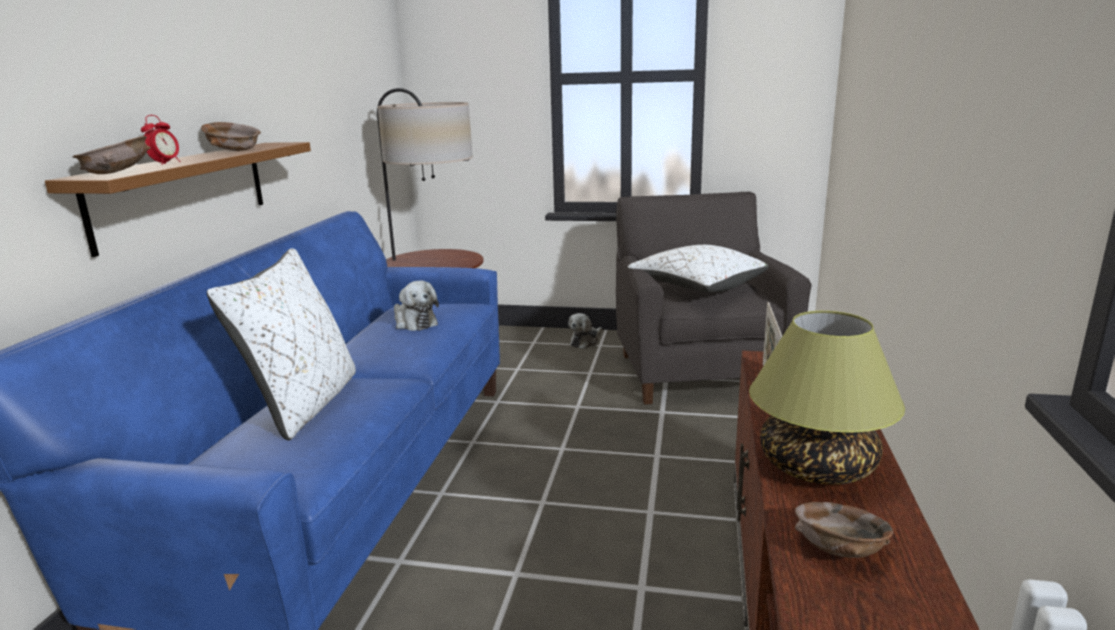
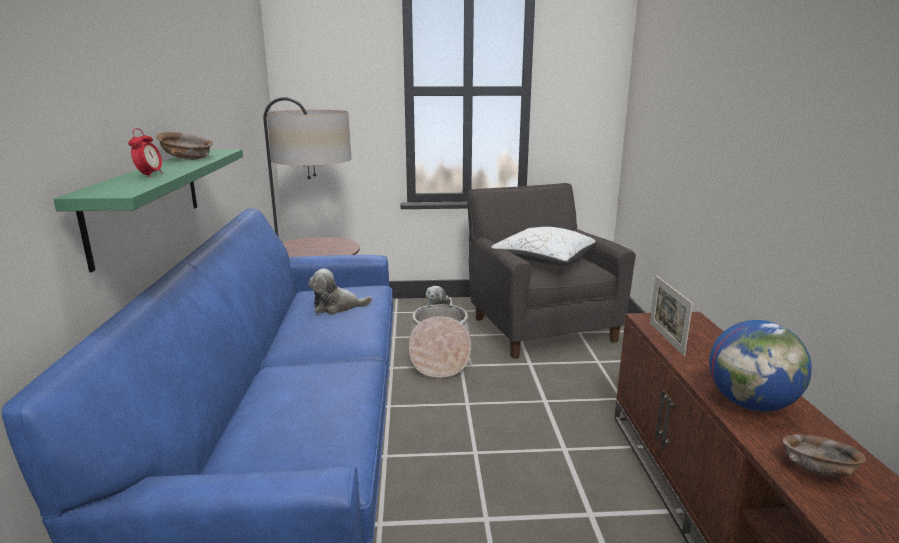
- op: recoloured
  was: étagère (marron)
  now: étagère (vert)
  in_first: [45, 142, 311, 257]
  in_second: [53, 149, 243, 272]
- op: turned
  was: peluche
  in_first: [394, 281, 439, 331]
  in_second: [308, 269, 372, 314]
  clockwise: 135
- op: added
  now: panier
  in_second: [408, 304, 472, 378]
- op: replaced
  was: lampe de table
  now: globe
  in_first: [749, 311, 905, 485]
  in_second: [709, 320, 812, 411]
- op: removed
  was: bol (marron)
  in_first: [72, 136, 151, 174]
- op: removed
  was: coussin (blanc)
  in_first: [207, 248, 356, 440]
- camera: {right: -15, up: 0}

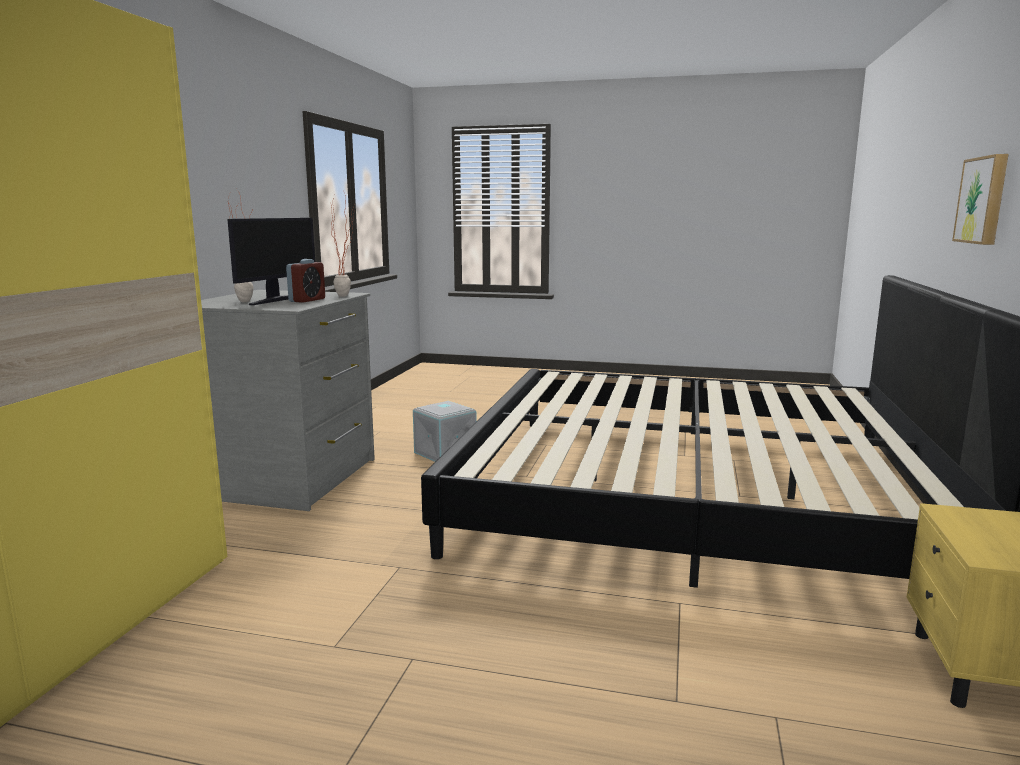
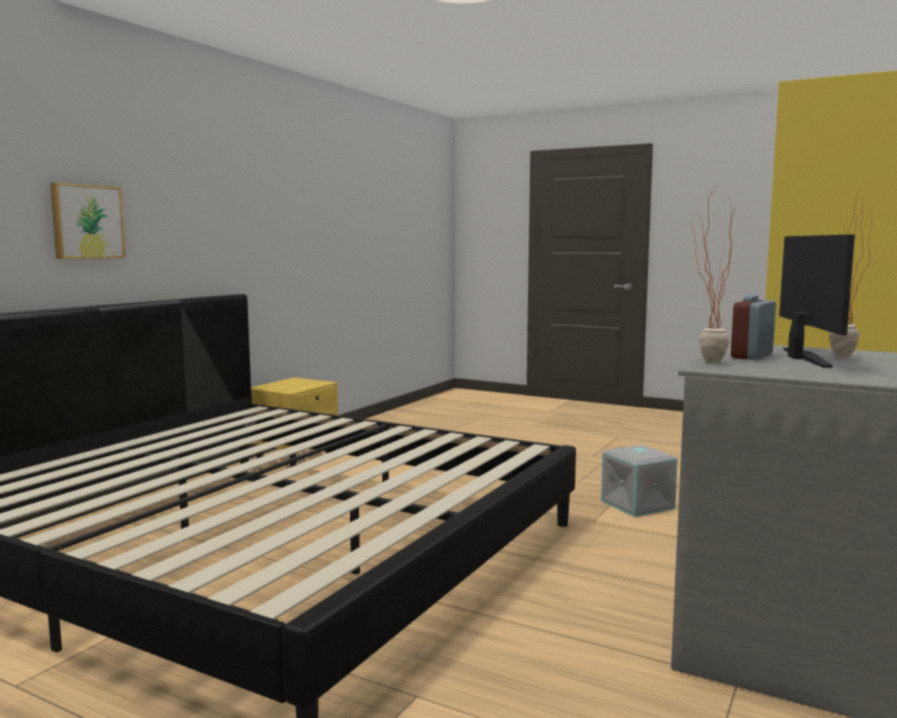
- op: moved
  was: boîte de rangement (gris)
  in_first: [413, 401, 476, 462]
  in_second: [601, 445, 678, 517]
- op: turned
  was: écran d'ordinateur
  in_first: [227, 218, 315, 305]
  in_second: [779, 235, 855, 368]
  clockwise: 150
- camera: {right: -165, up: -5}

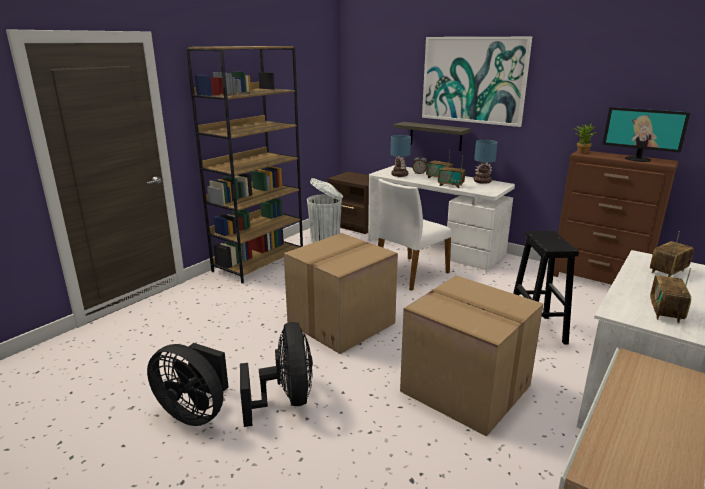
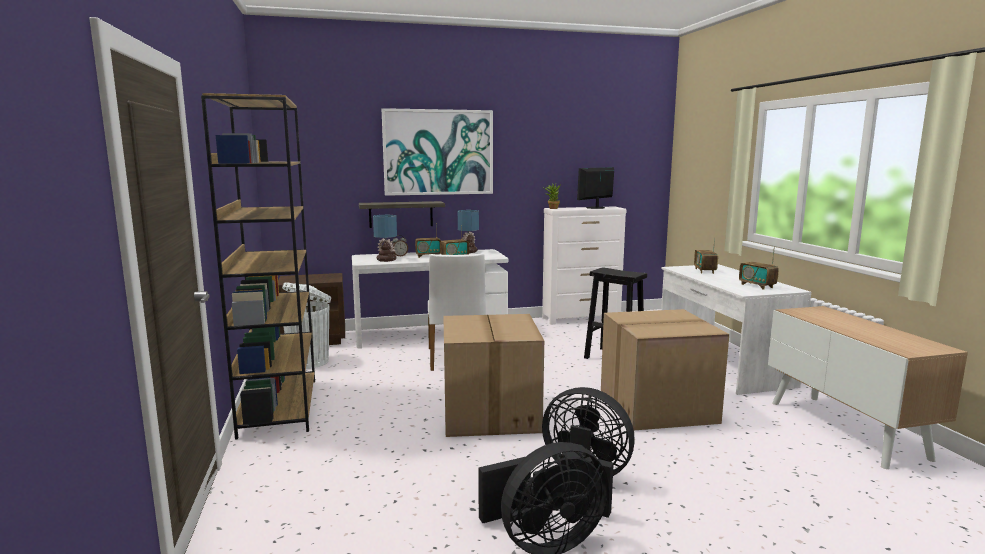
- op: recoloured
  was: commode (marron)
  now: commode (blanc)
  in_first: [553, 150, 679, 285]
  in_second: [542, 206, 626, 325]
- op: turned
  was: écran d'ordinateur
  in_first: [602, 107, 691, 162]
  in_second: [577, 167, 614, 209]
  clockwise: 150
- camera: {right: -50, up: -10}

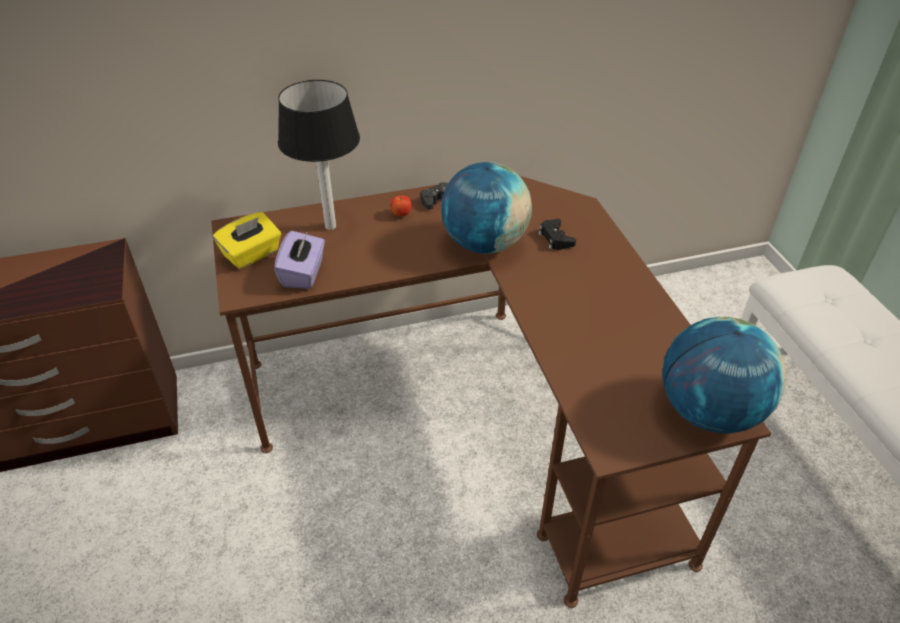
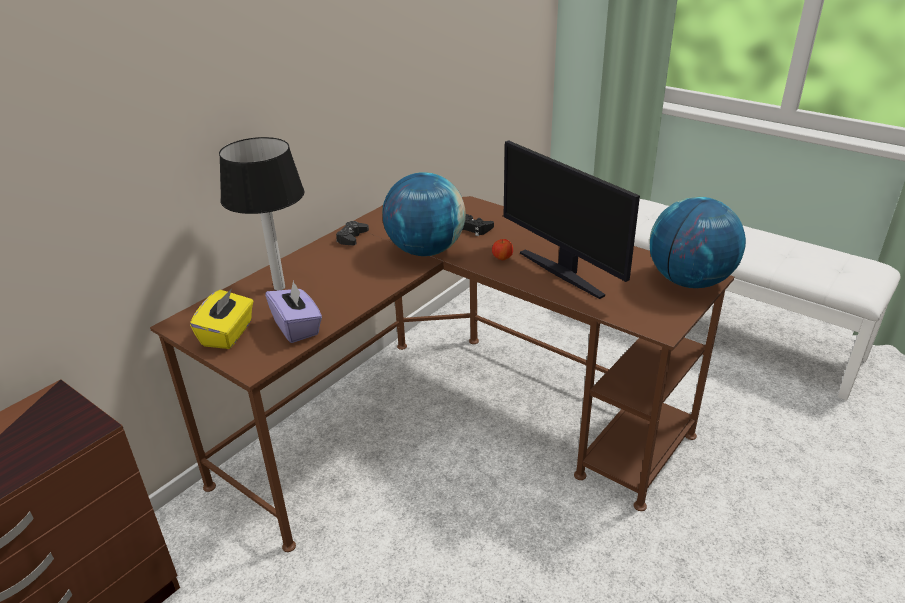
- op: moved
  was: pomme
  in_first: [391, 195, 412, 217]
  in_second: [492, 239, 513, 260]
- op: added
  now: écran d'ordinateur
  in_second: [503, 140, 640, 299]
- camera: {right: -35, up: -10}

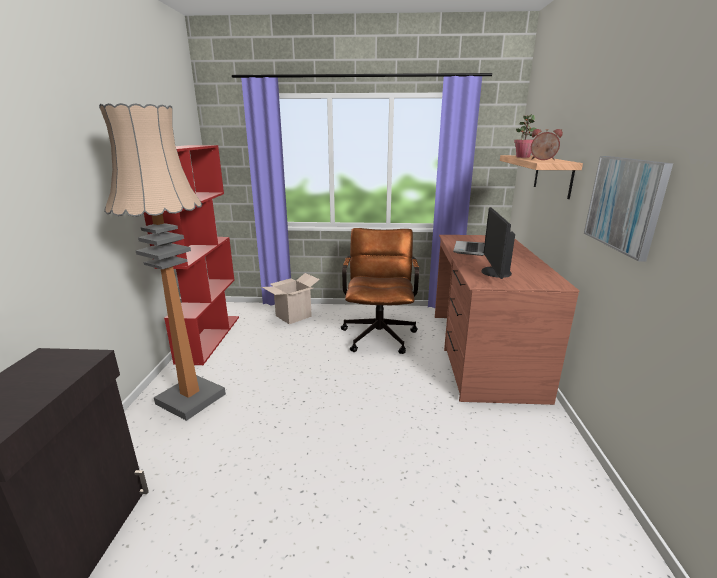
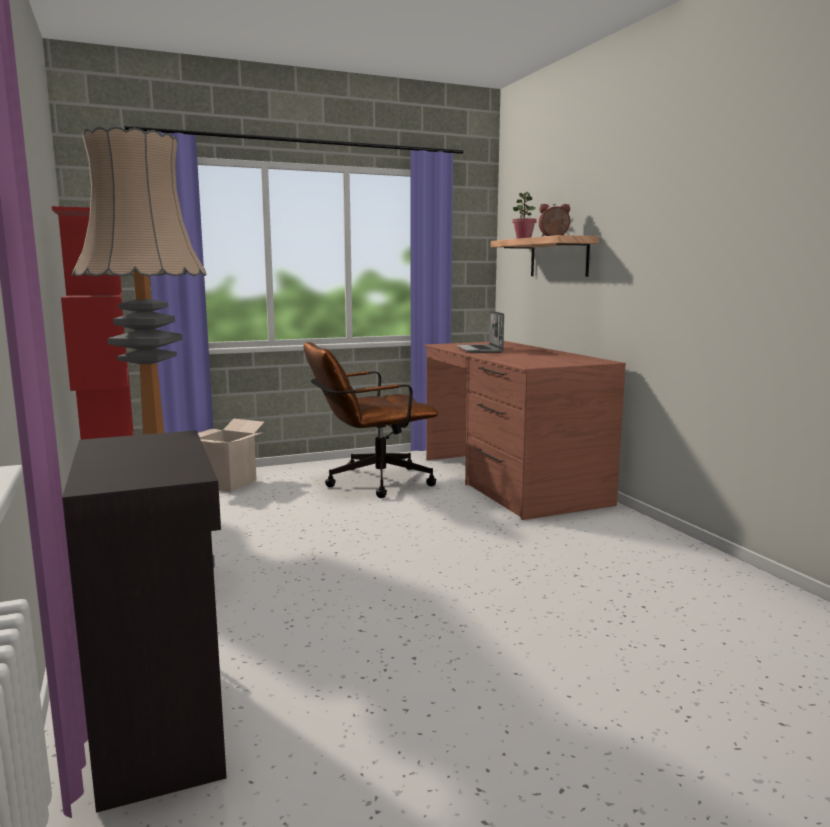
- op: turned
  was: chaise de bureau (marron)
  in_first: [341, 228, 419, 354]
  in_second: [304, 342, 438, 498]
  clockwise: -90
- op: removed
  was: écran d'ordinateur
  in_first: [481, 207, 515, 279]
- op: removed
  was: tableau
  in_first: [584, 156, 673, 261]
- camera: {right: -25, up: -10}

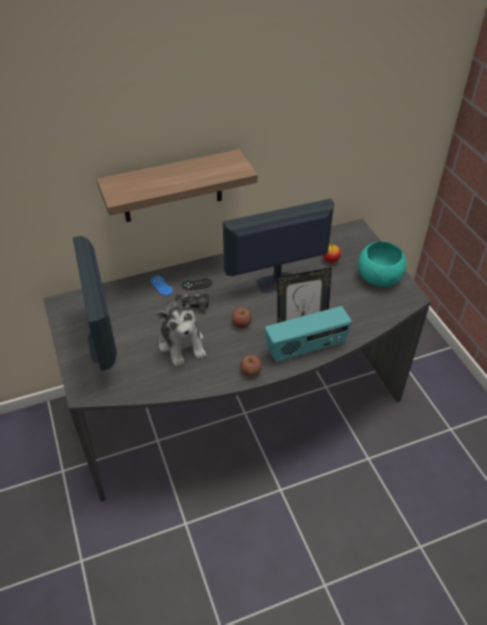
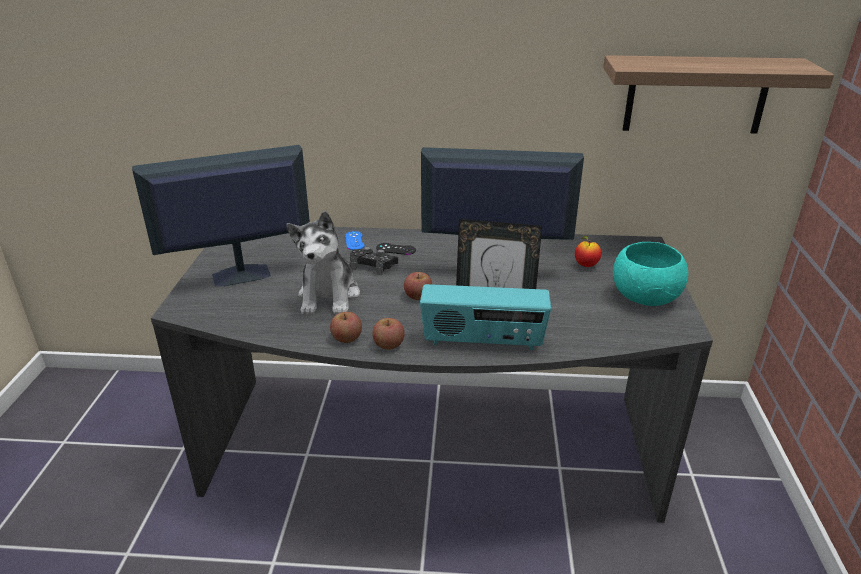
- op: turned
  was: écran d'ordinateur
  in_first: [73, 236, 117, 371]
  in_second: [132, 145, 310, 287]
  clockwise: 60
- op: added
  now: pomme
  in_second: [330, 312, 362, 343]
- op: moved
  was: étagère
  in_first: [96, 149, 258, 222]
  in_second: [603, 55, 834, 134]
- camera: {right: 25, up: -15}

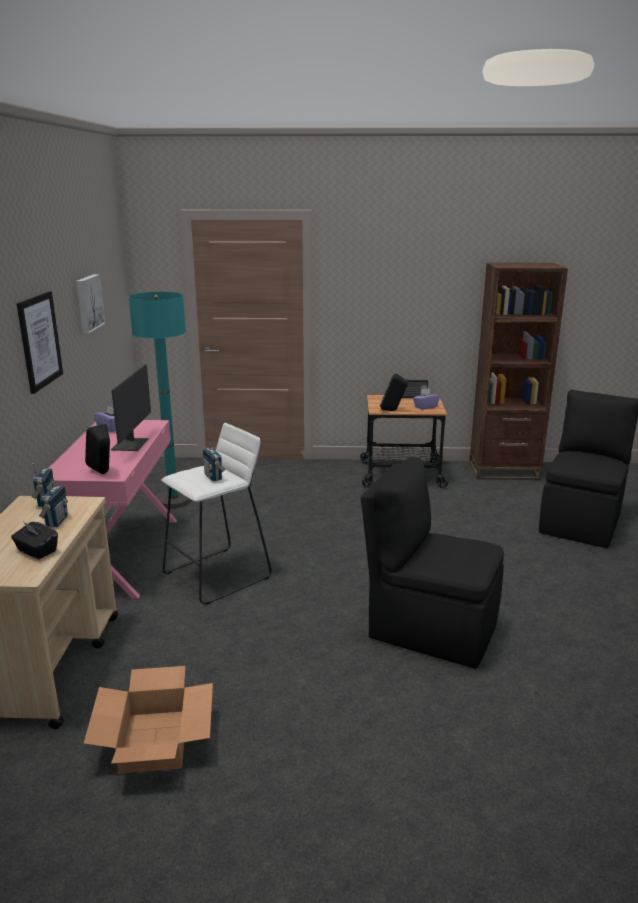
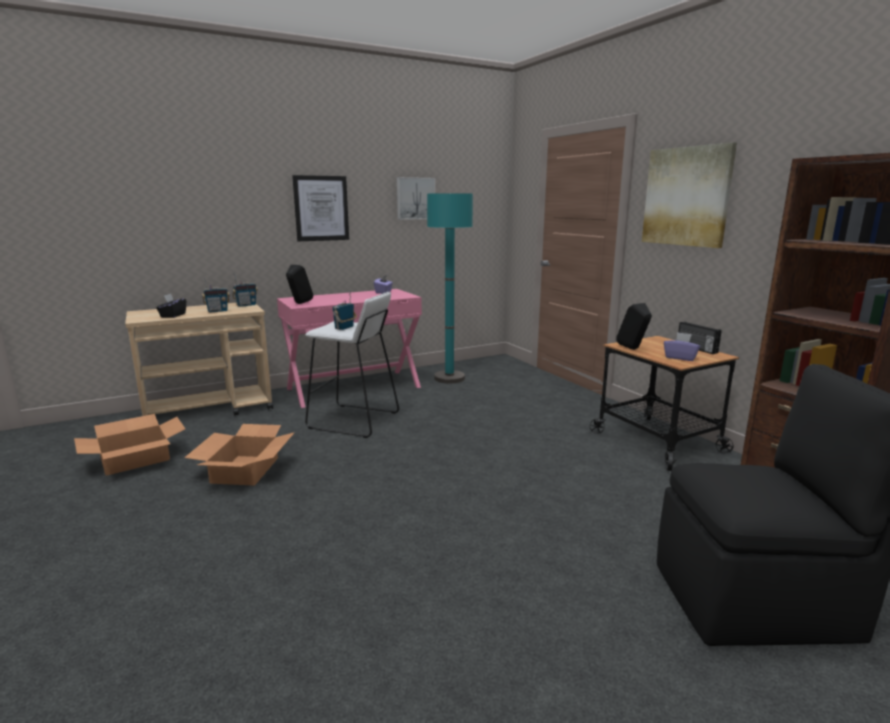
- op: added
  now: carton
  in_second: [184, 424, 295, 486]
- op: added
  now: tableau
  in_second: [642, 142, 737, 248]
- op: removed
  was: écran d'ordinateur
  in_first: [111, 364, 151, 451]
- op: removed
  was: chaise (noir)
  in_first: [361, 457, 504, 669]
- camera: {right: 60, up: -5}

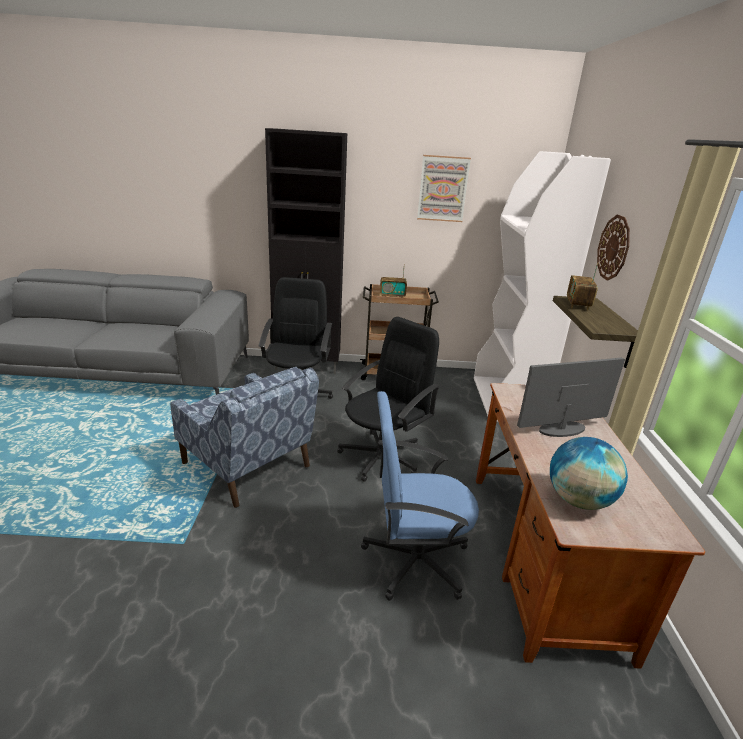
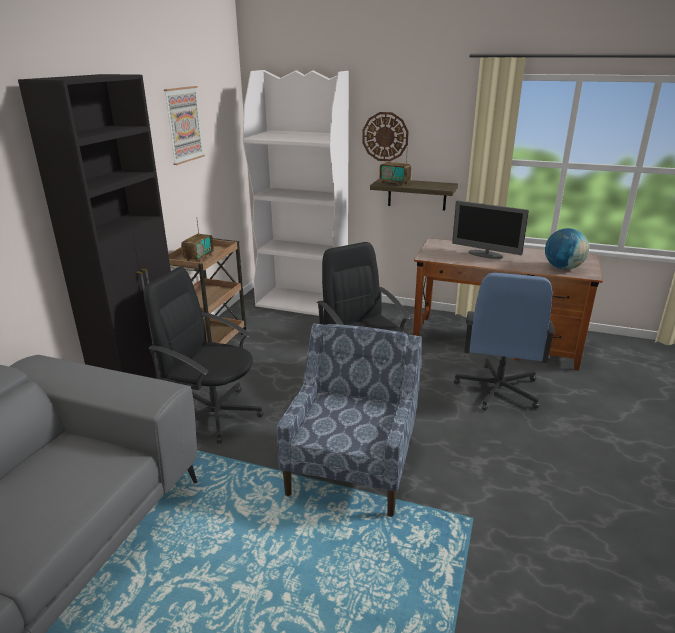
- op: turned
  was: fauteuil (bleu)
  in_first: [170, 367, 319, 508]
  in_second: [277, 323, 422, 517]
  clockwise: -45
- op: turned
  was: écran d'ordinateur
  in_first: [517, 357, 625, 437]
  in_second: [452, 200, 529, 259]
  clockwise: -60
- camera: {right: -70, up: 0}

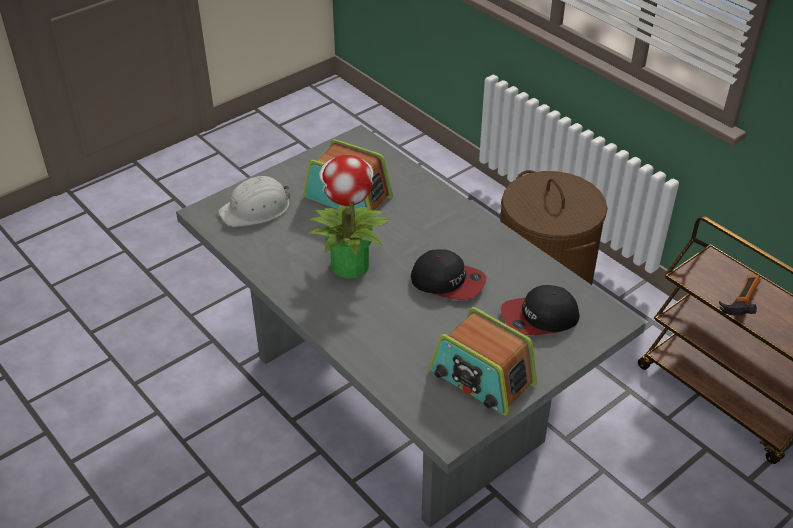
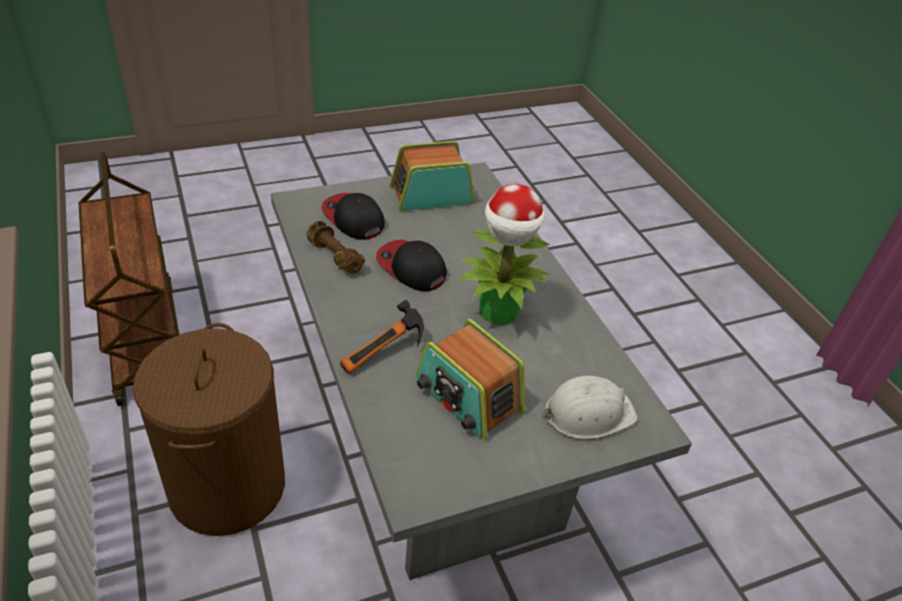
- op: added
  now: haltère (marron)
  in_second: [306, 221, 365, 274]
- op: turned
  was: casquette
  in_first: [501, 285, 580, 335]
  in_second: [321, 193, 385, 240]
  clockwise: -135
- op: moved
  was: marteau
  in_first: [719, 275, 760, 315]
  in_second: [340, 300, 424, 374]
- op: turned
  was: radio
  in_first: [430, 307, 537, 416]
  in_second: [390, 141, 475, 211]
  clockwise: -75
- camera: {right: -165, up: 0}

